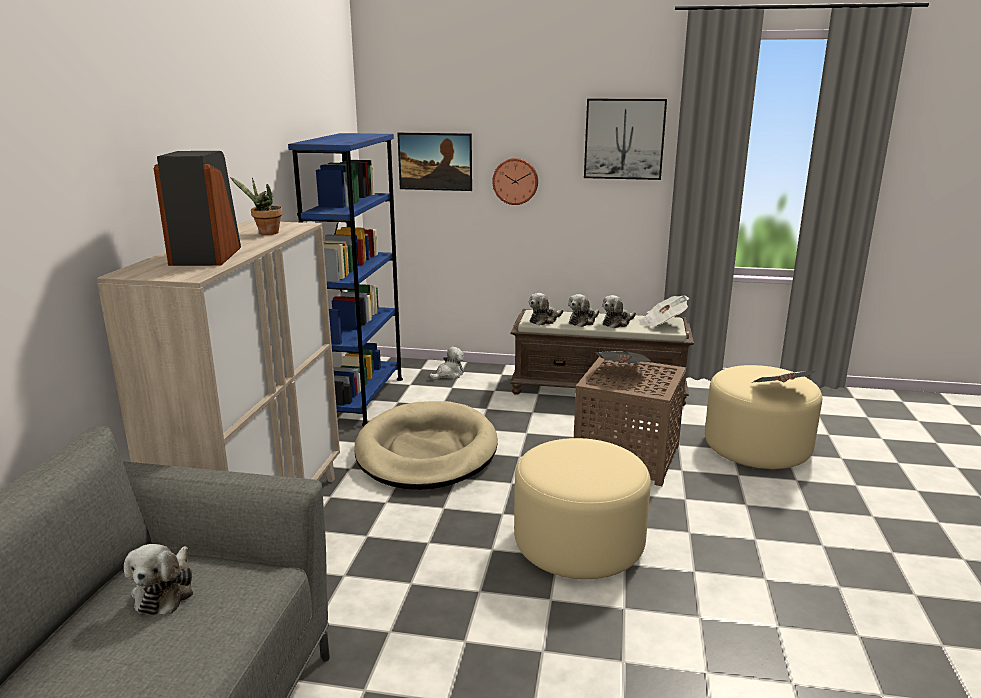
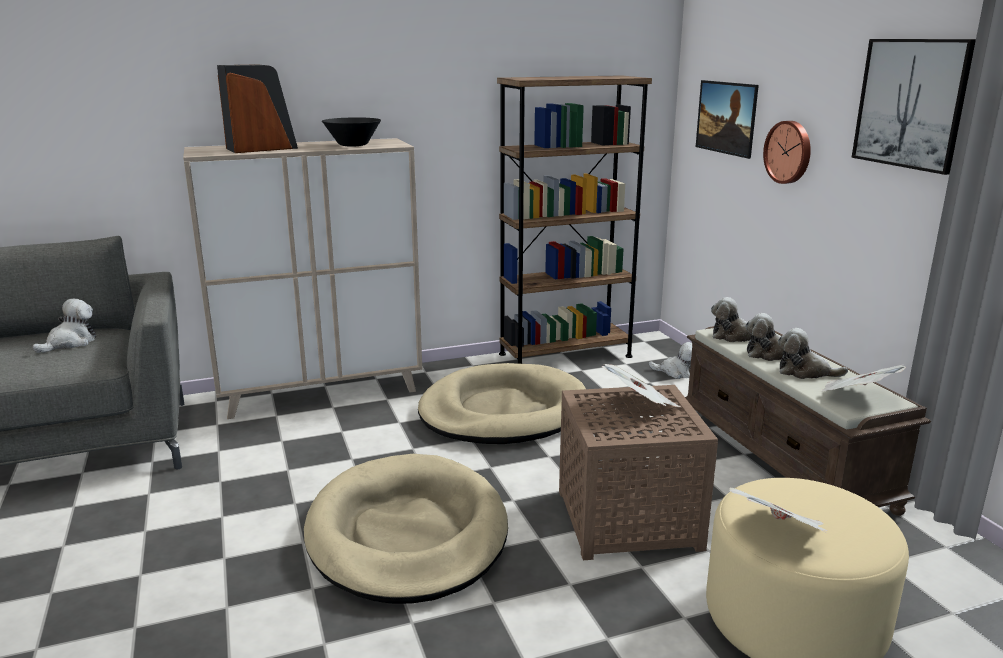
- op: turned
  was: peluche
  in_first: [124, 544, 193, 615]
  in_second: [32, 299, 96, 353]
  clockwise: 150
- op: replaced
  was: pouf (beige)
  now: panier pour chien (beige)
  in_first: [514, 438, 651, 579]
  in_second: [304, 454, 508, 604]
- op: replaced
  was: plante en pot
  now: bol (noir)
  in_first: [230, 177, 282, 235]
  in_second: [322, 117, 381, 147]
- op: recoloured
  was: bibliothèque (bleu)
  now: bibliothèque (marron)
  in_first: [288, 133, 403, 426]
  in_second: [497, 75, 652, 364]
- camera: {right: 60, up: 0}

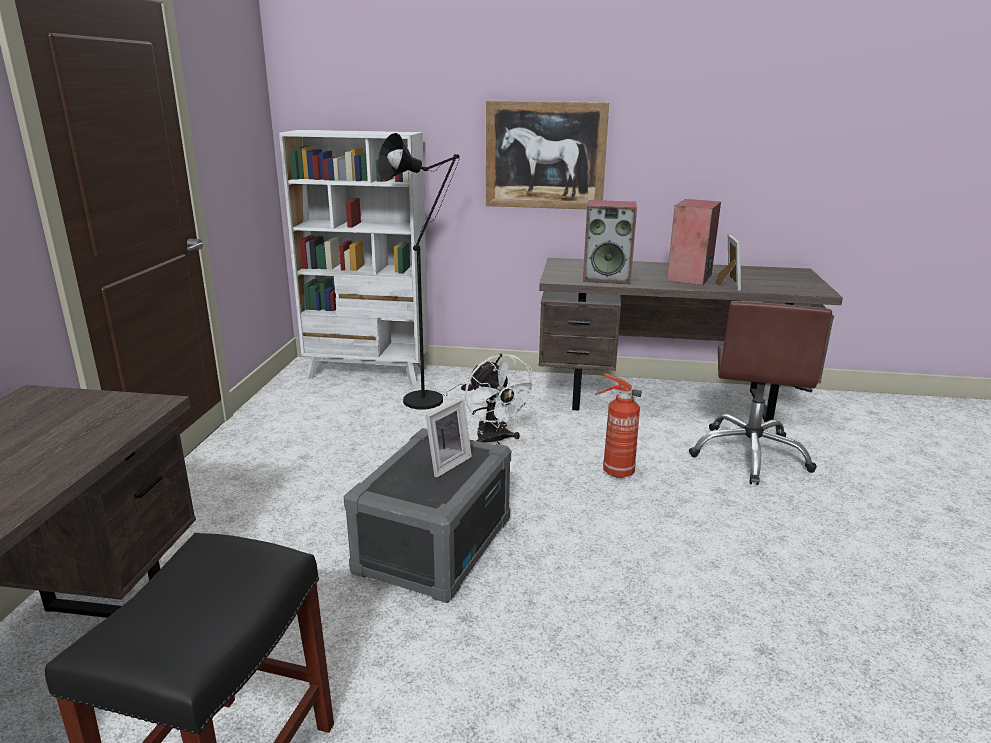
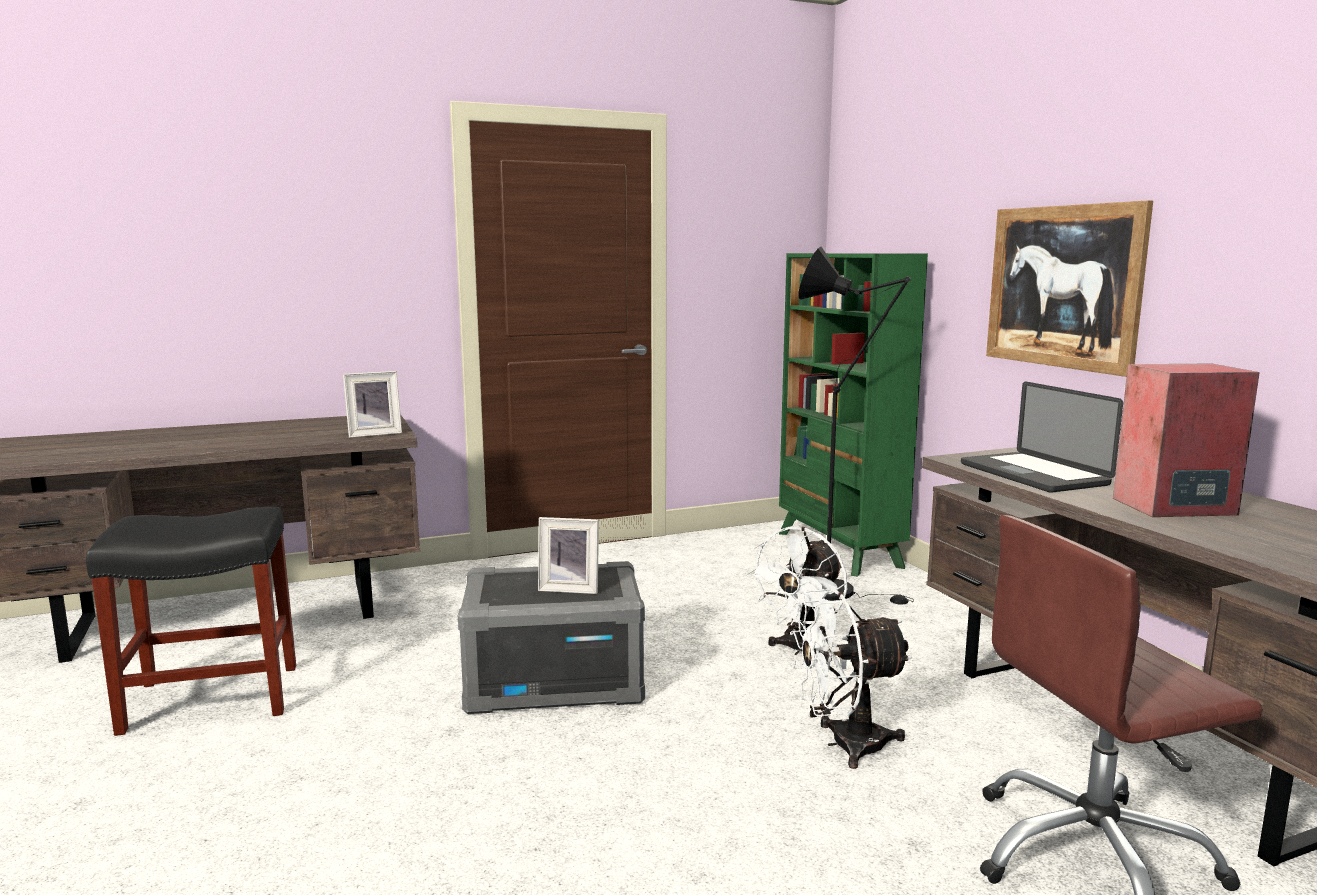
- op: moved
  was: cadre photo
  in_first: [716, 234, 741, 291]
  in_second: [343, 371, 402, 438]
- op: recoloured
  was: bibliothèque (blanc)
  now: bibliothèque (vert)
  in_first: [279, 130, 429, 386]
  in_second: [779, 253, 928, 576]
- op: replaced
  was: extincteur
  now: ventilateur (blanc)
  in_first: [595, 373, 642, 478]
  in_second: [790, 589, 913, 769]
- op: replaced
  was: enceinte
  now: ordinateur portable
  in_first: [583, 200, 637, 284]
  in_second: [961, 382, 1123, 493]
- camera: {right: 60, up: -10}

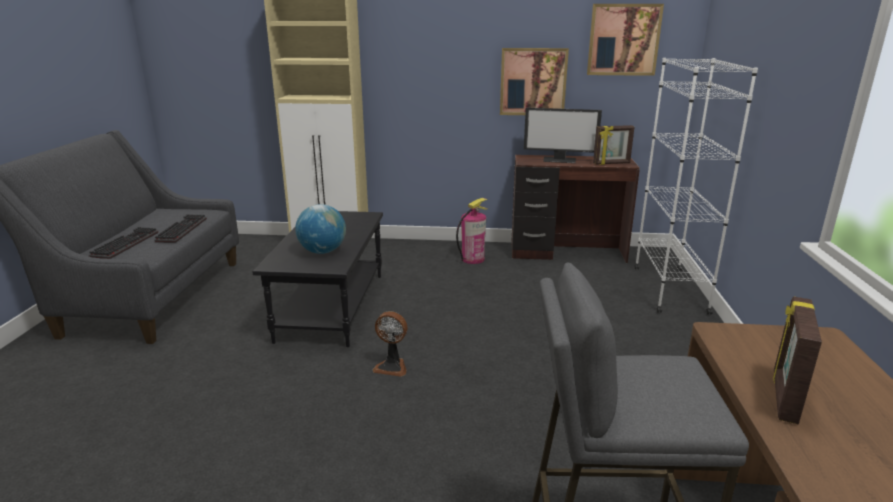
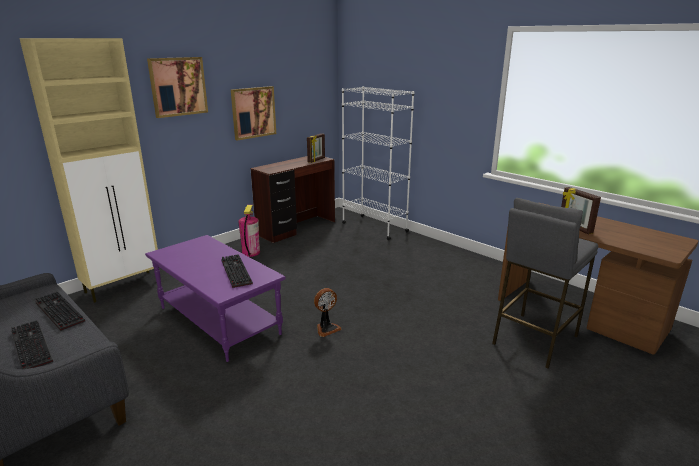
- op: recoloured
  was: table basse (noir)
  now: table basse (violet)
  in_first: [252, 211, 383, 347]
  in_second: [145, 235, 286, 362]
- op: moved
  was: tableau
  in_first: [587, 4, 664, 76]
  in_second: [147, 57, 208, 118]
- op: replaced
  was: globe
  now: clavier
  in_first: [295, 204, 346, 254]
  in_second: [221, 254, 253, 288]
- op: removed
  was: écran d'ordinateur
  in_first: [524, 108, 602, 163]
- camera: {right: -50, up: 0}

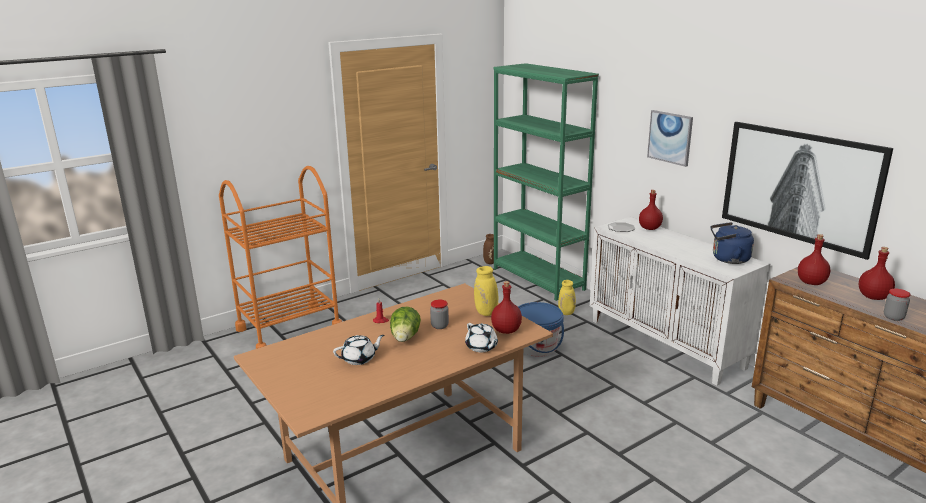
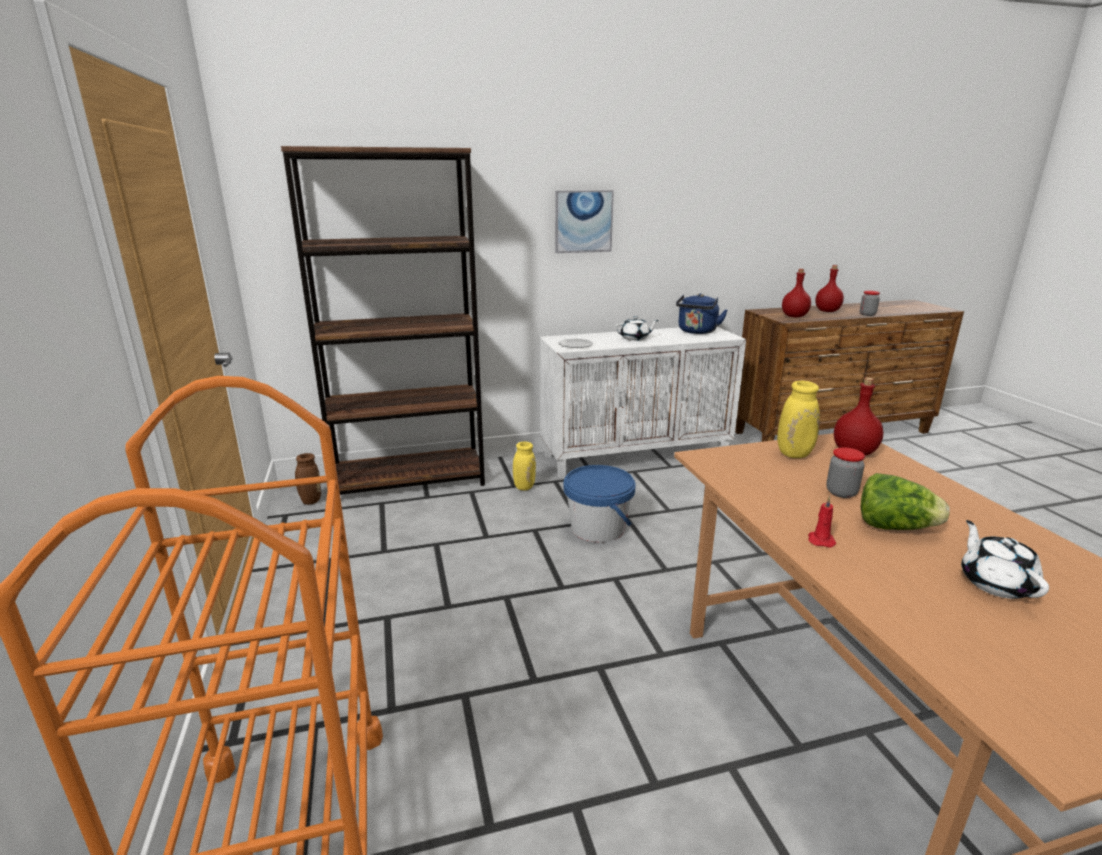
- op: recoloured
  was: bibliothèque (vert)
  now: bibliothèque (marron)
  in_first: [493, 63, 599, 301]
  in_second: [281, 146, 485, 495]
- op: moved
  was: théière (blanc)
  in_first: [465, 323, 498, 352]
  in_second: [615, 316, 659, 341]
- op: removed
  was: bouteille (rouge)
  in_first: [639, 190, 663, 230]
- op: removed
  was: tableau
  in_first: [722, 122, 893, 260]
- camera: {right: -70, up: 0}

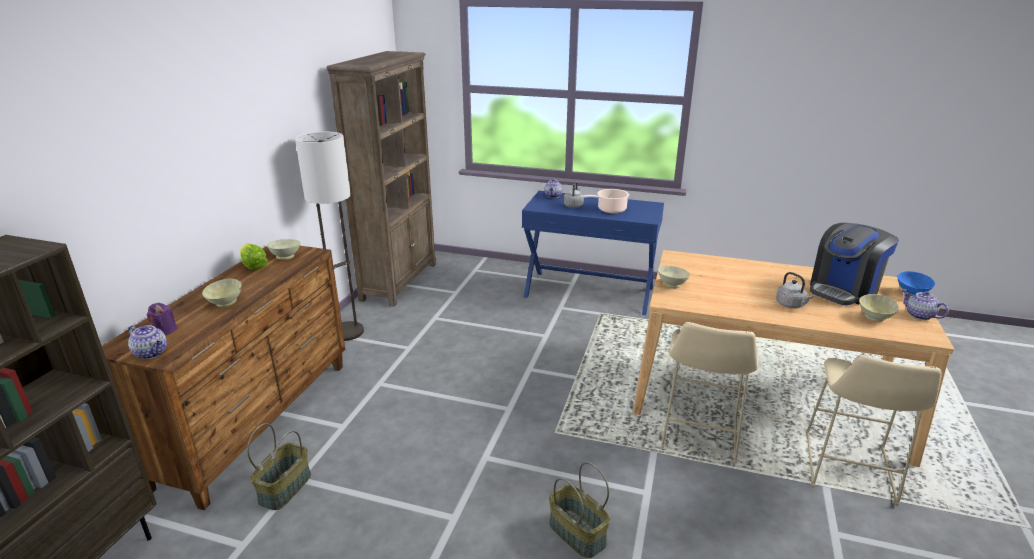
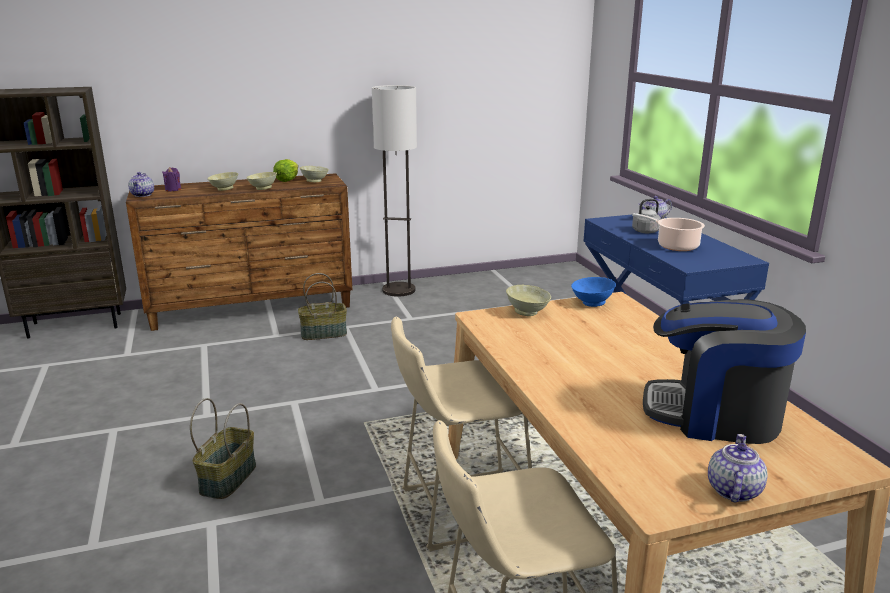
- op: moved
  was: bol (beige)
  in_first: [859, 294, 899, 322]
  in_second: [246, 172, 277, 190]
- op: moved
  was: panier
  in_first: [247, 423, 311, 510]
  in_second: [298, 273, 347, 340]
- op: moved
  was: bol (bleu)
  in_first: [898, 271, 935, 296]
  in_second: [571, 277, 616, 307]
- op: removed
  was: bibliothèque (marron)
  in_first: [327, 51, 436, 307]
- op: removed
  was: bouilloire (gris)
  in_first: [776, 272, 813, 308]
- camera: {right: 55, up: -5}

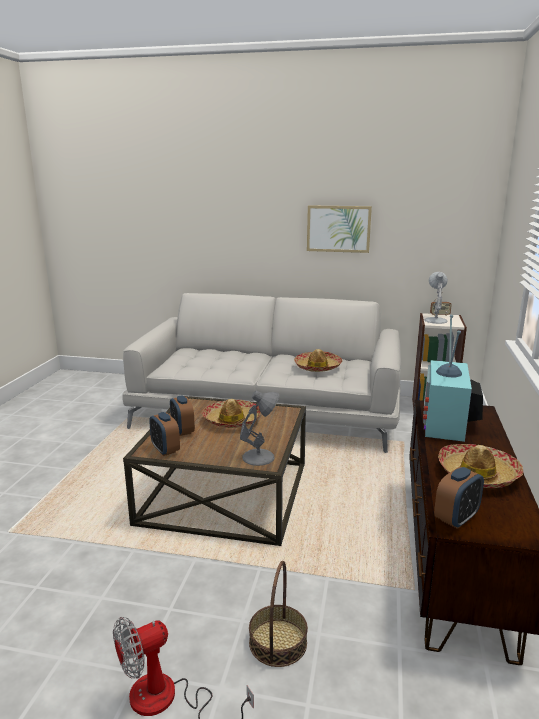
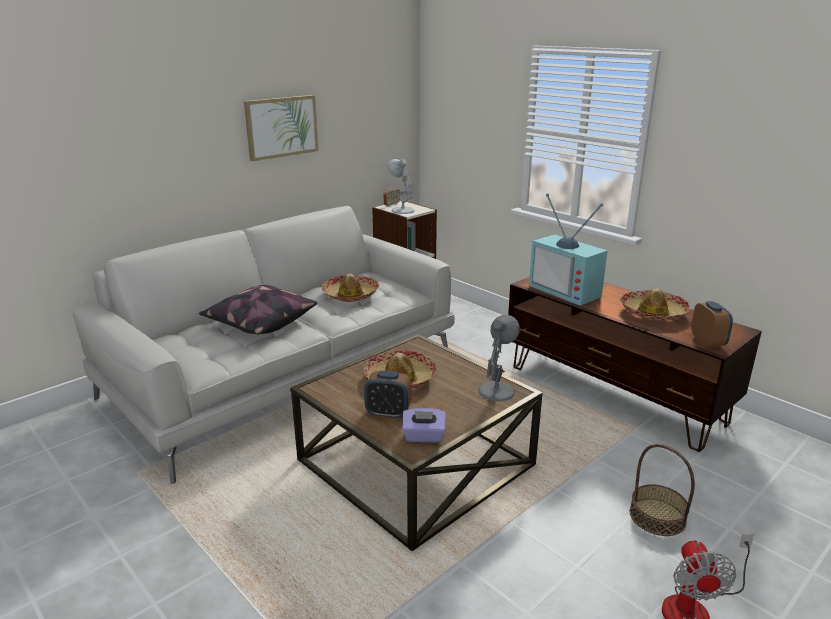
- op: added
  now: coussin
  in_second: [199, 285, 317, 335]
- op: replaced
  was: réveil
  now: boîte à mouchoirs (violet)
  in_first: [149, 412, 180, 456]
  in_second: [402, 408, 446, 443]
- camera: {right: -55, up: 5}

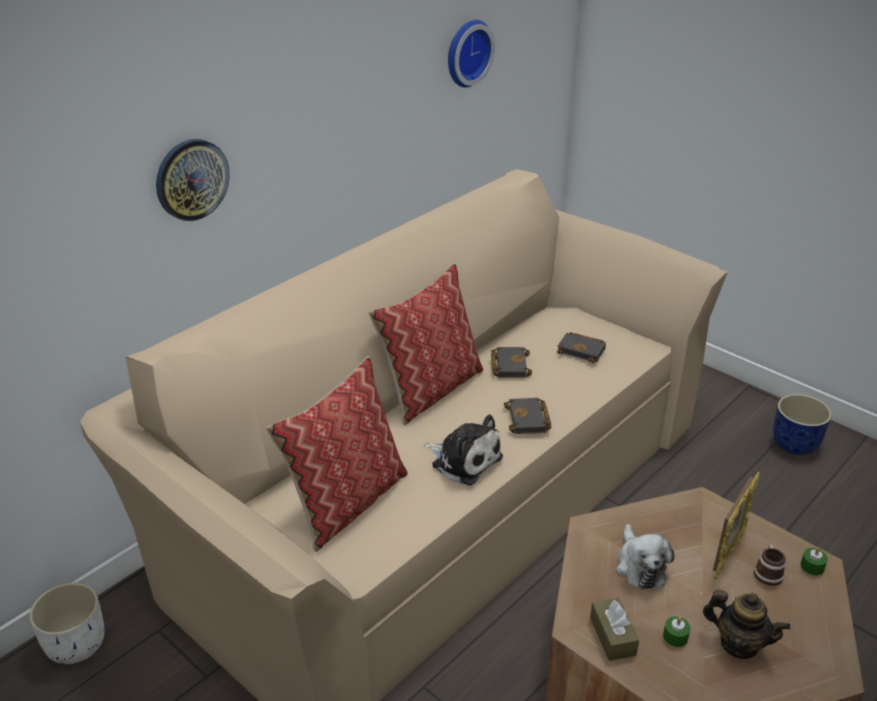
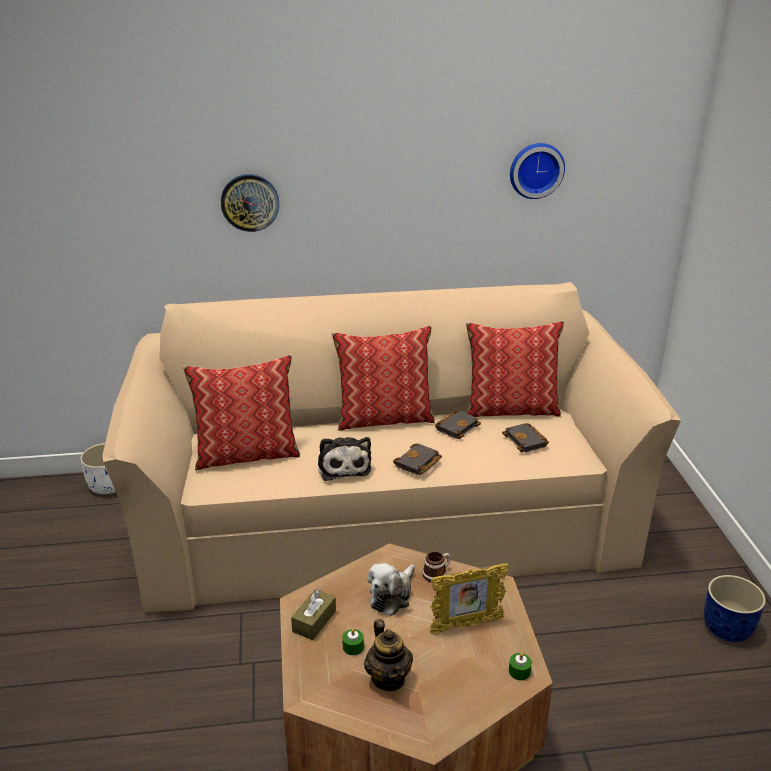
- op: moved
  was: mug
  in_first: [754, 544, 786, 586]
  in_second: [422, 551, 450, 582]
- op: added
  now: coussin
  in_second: [466, 321, 564, 417]
- camera: {right: 40, up: -5}

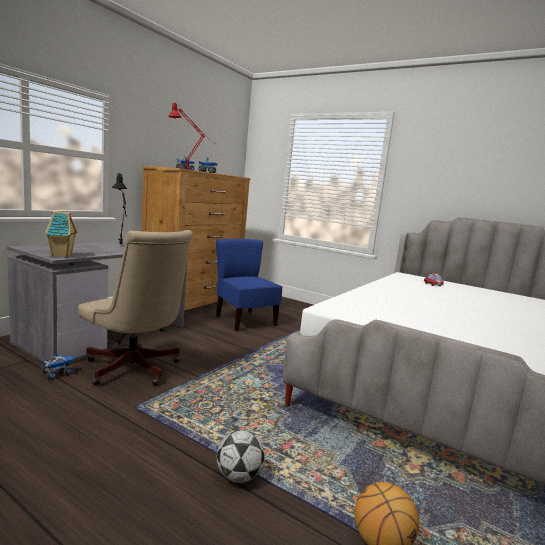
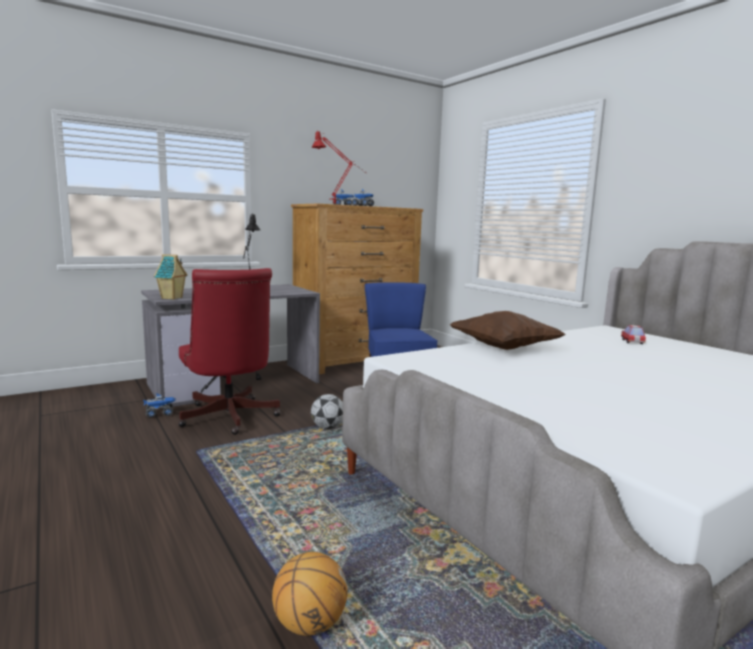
- op: recoloured
  was: chaise de bureau (beige)
  now: chaise de bureau (rouge)
  in_first: [78, 230, 193, 386]
  in_second: [178, 268, 281, 435]
- op: moved
  was: ballon de foot
  in_first: [217, 430, 265, 483]
  in_second: [311, 394, 343, 429]
- op: added
  now: coussin (marron)
  in_second: [450, 311, 566, 350]
- camera: {right: 25, up: 0}

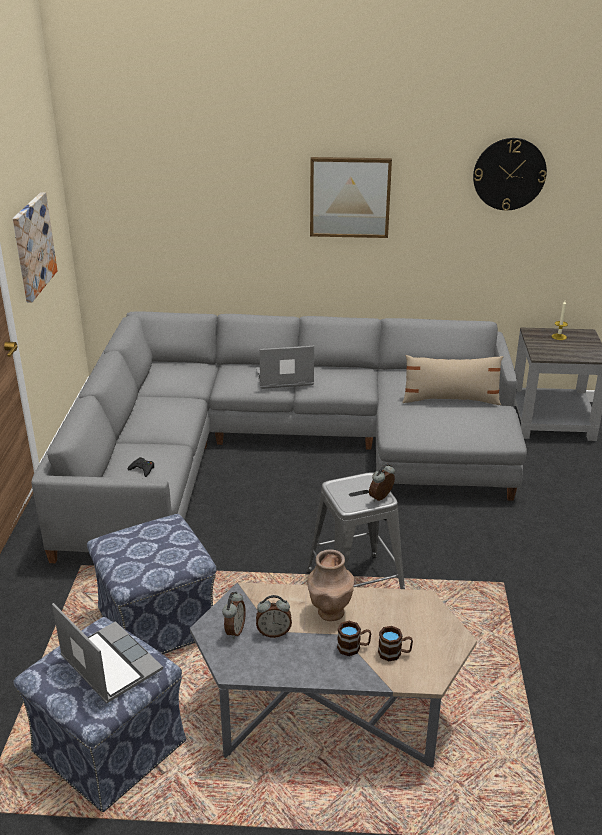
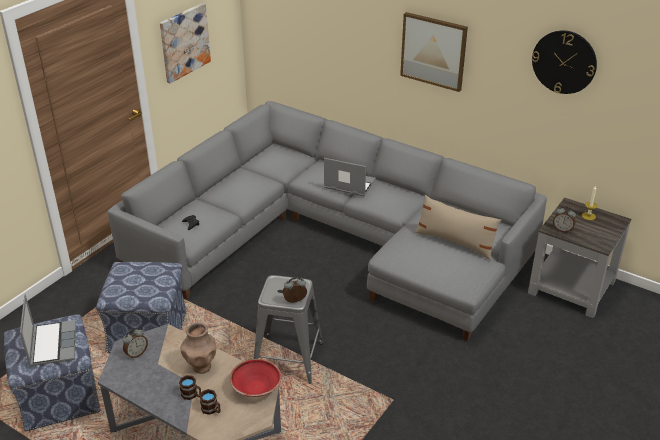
- op: added
  now: bol (rouge)
  in_second: [230, 359, 282, 397]
- op: moved
  was: réveil
  in_first: [256, 595, 292, 638]
  in_second: [553, 206, 576, 232]
- camera: {right: 30, up: 5}

